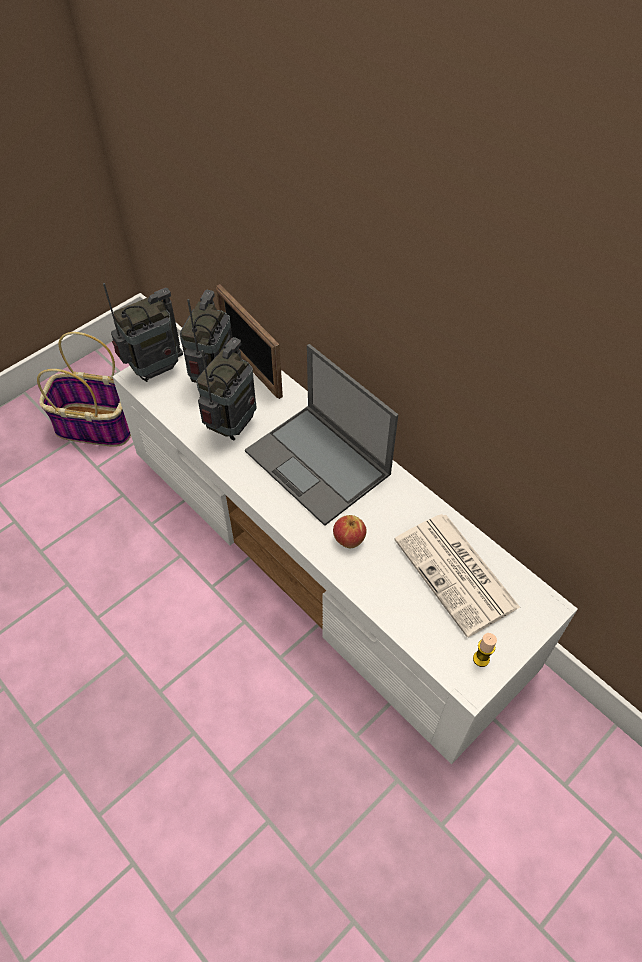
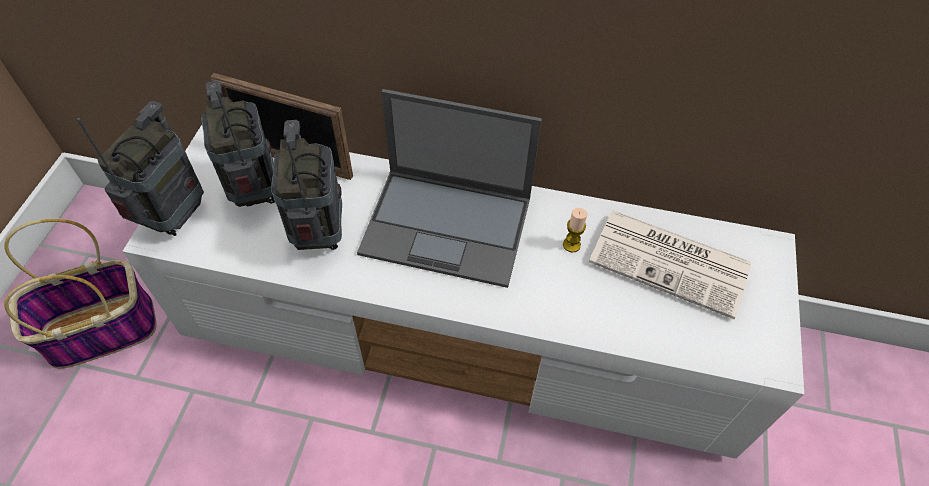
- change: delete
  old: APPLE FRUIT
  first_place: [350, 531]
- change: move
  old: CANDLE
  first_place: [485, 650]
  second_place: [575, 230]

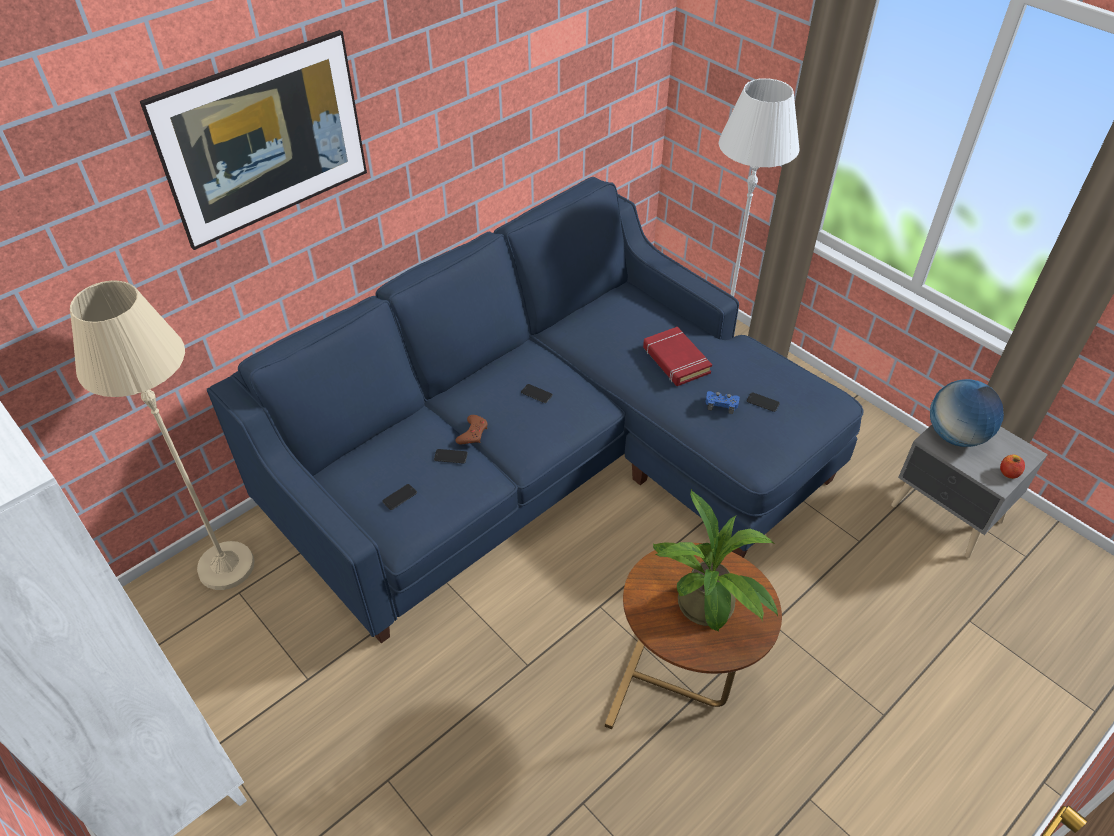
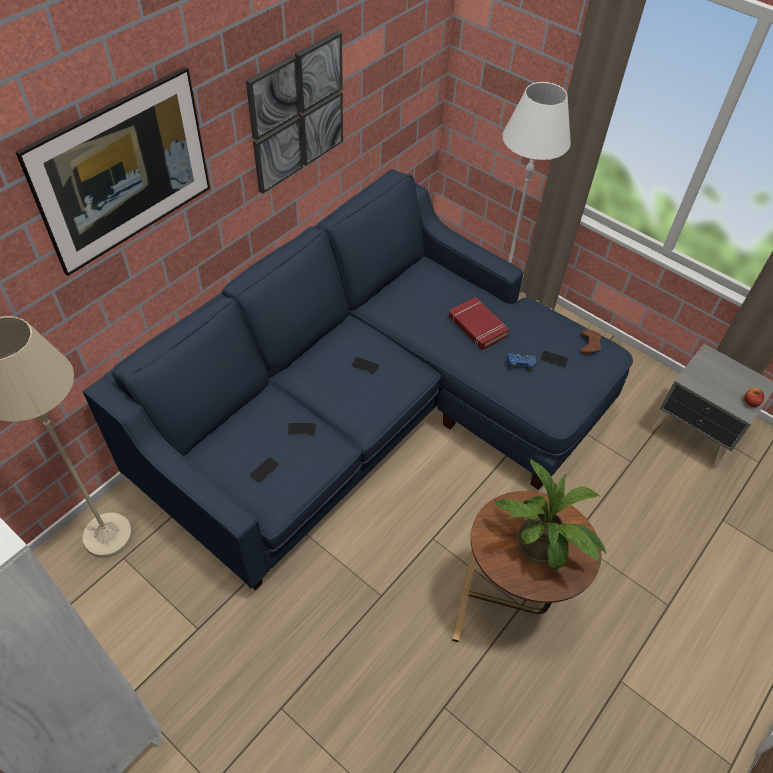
- change: move
  old: BROWN JOYPAD
  first_place: [471, 429]
  second_place: [591, 342]
- change: delete
  old: WORLD GLOBE
  first_place: [967, 413]
- change: insert
  new: WALL ART
  second_place: [294, 112]

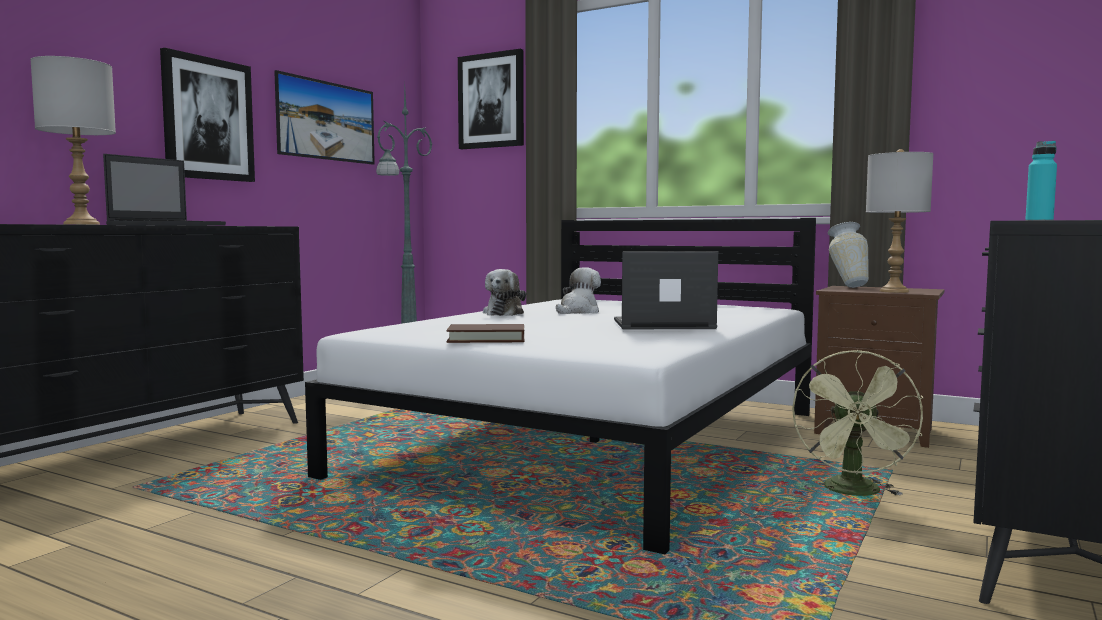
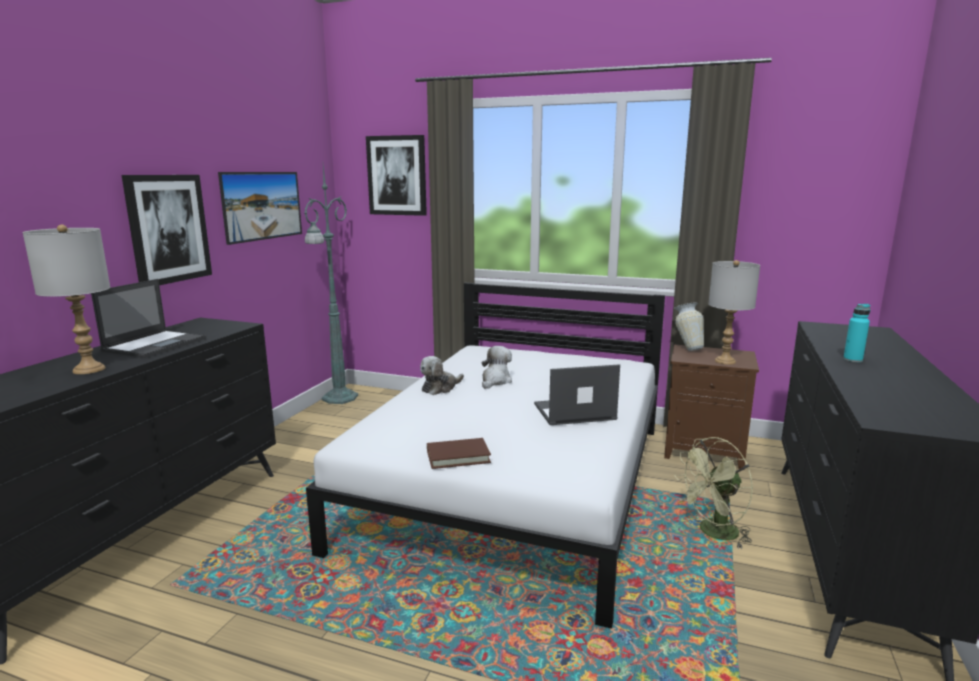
- change: rotate
  old: PLUSH TOY
  first_place: [504, 292]
  second_place: [442, 375]
  degrees: 45
- change: rotate
  old: GREEN-COLOURED FAN
  first_place: [857, 423]
  second_place: [713, 493]
  degrees: 60

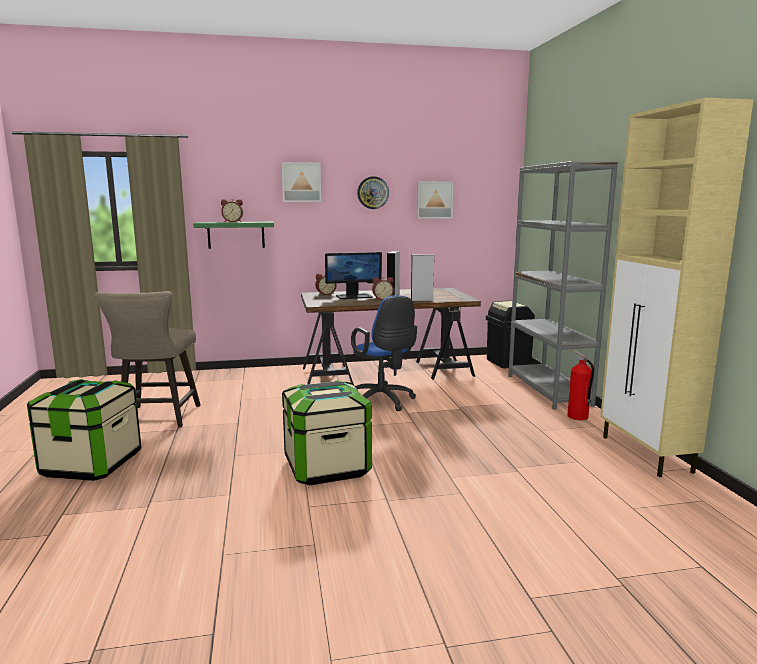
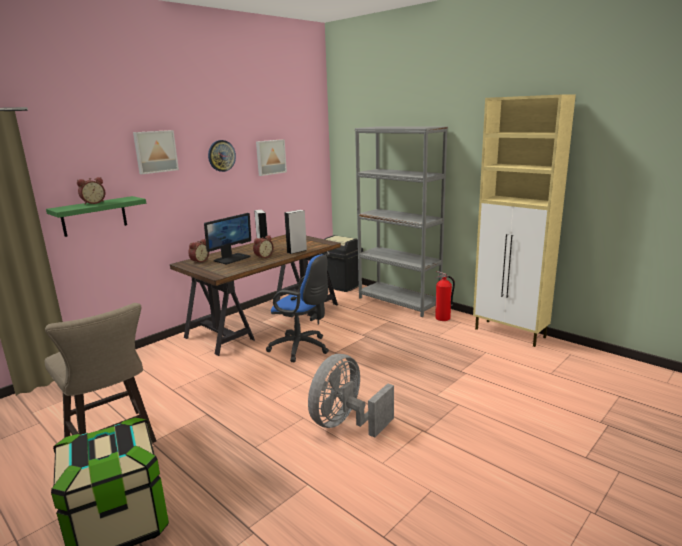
- change: replace
  old: STORAGE BOX
  new: GREYISH FAN
  first_place: [327, 432]
  second_place: [351, 396]

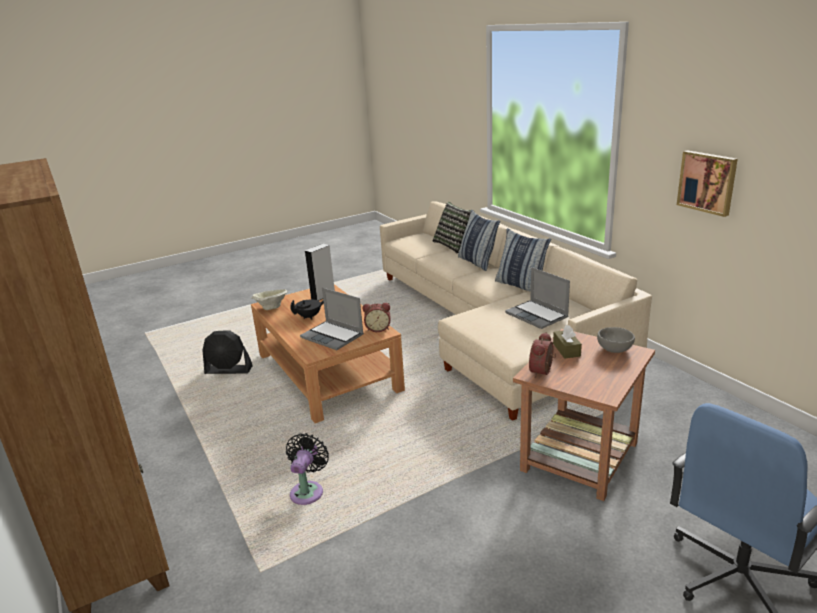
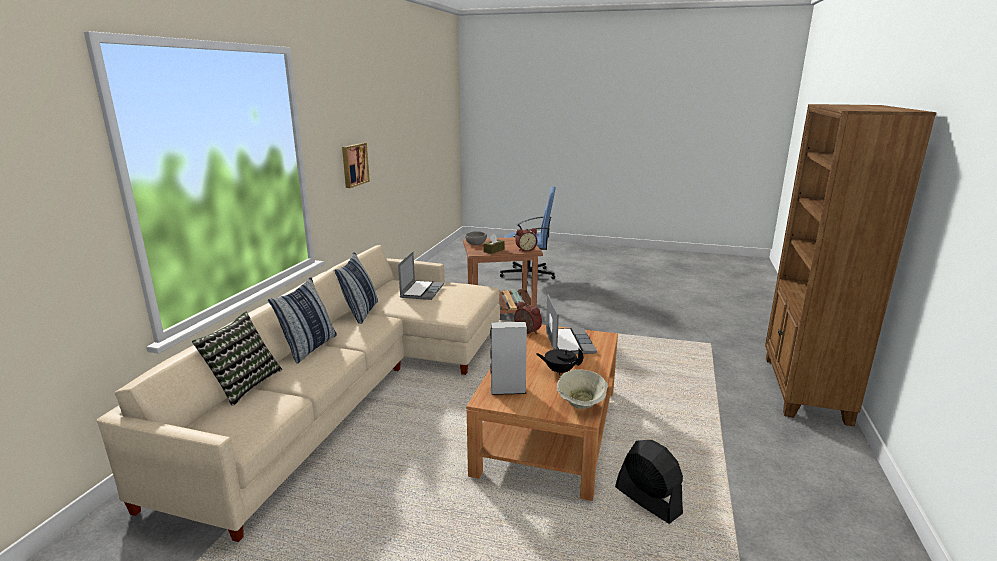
- change: delete
  old: BLACK FAN
  first_place: [307, 469]

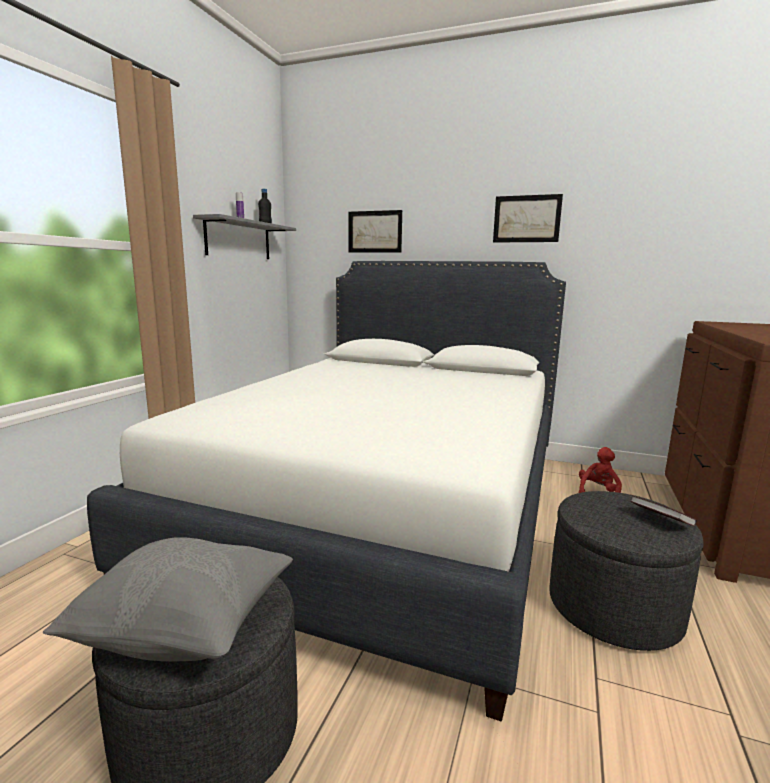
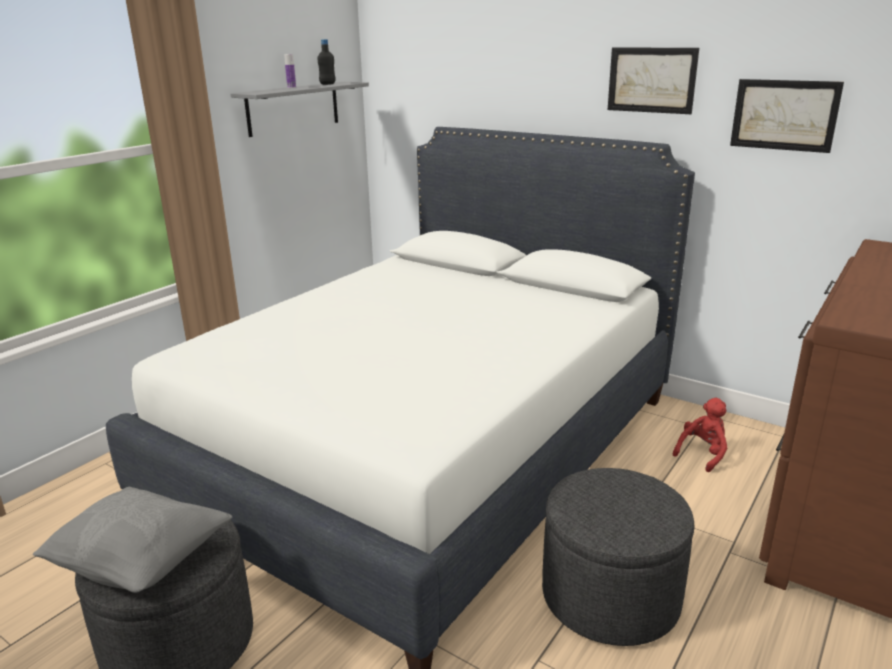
- change: move
  old: WALL ART
  first_place: [375, 231]
  second_place: [787, 116]
- change: delete
  old: VOLUME
  first_place: [664, 511]

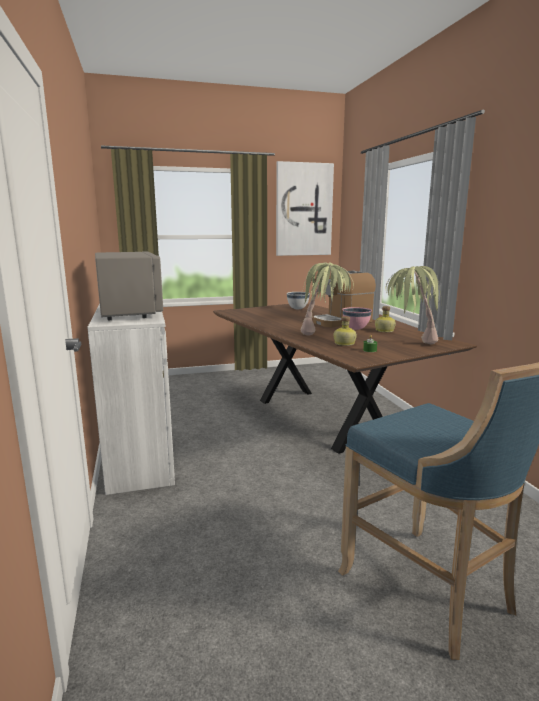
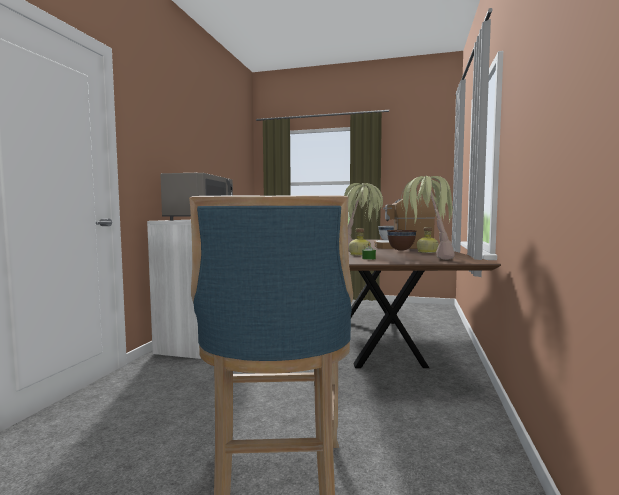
- change: delete
  old: WALL ART
  first_place: [305, 208]
- change: recolor
  old: PINK-COLOURED BOWL
  new: BROWN BOWL
  first_place: [357, 318]
  second_place: [401, 240]

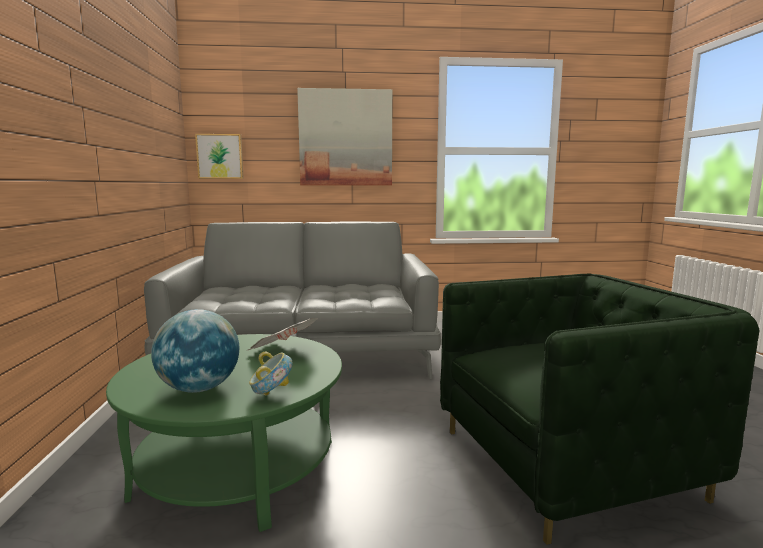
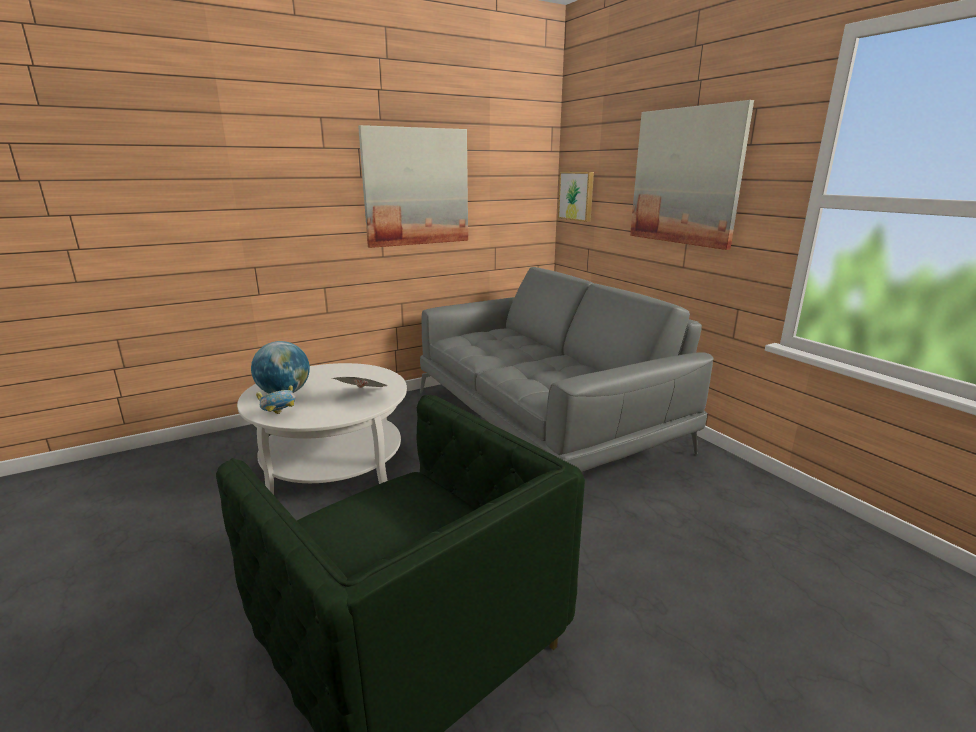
- change: recolor
  old: GREEN-COLOURED COFFEE TABLE
  new: WHITE COFFEE TABLE
  first_place: [224, 433]
  second_place: [322, 429]
- change: insert
  new: WALL ART
  second_place: [413, 186]

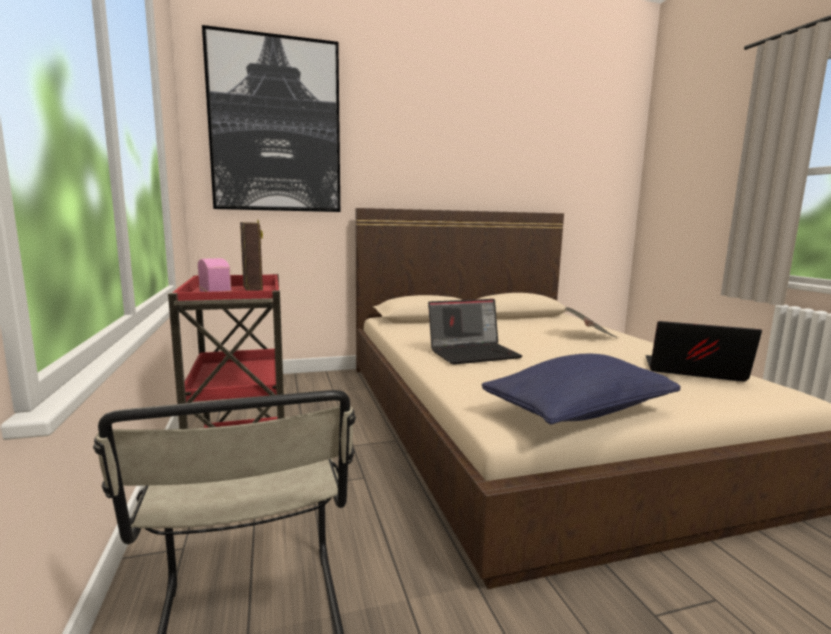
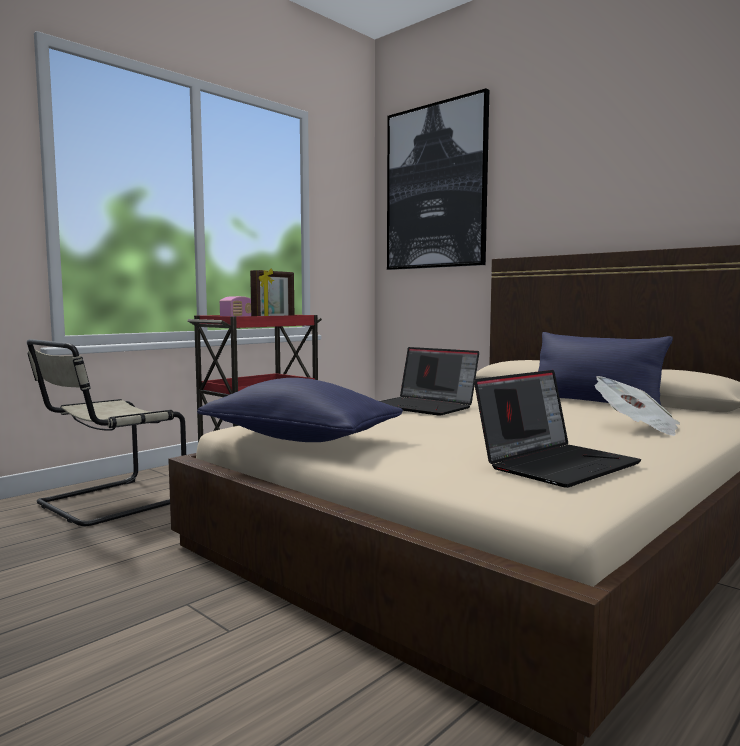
- change: rotate
  old: NOTEBOOK COMPUTER
  first_place: [704, 351]
  second_place: [557, 429]
  degrees: 60
- change: insert
  new: BLUISH THROW PILLOW
  second_place: [605, 368]

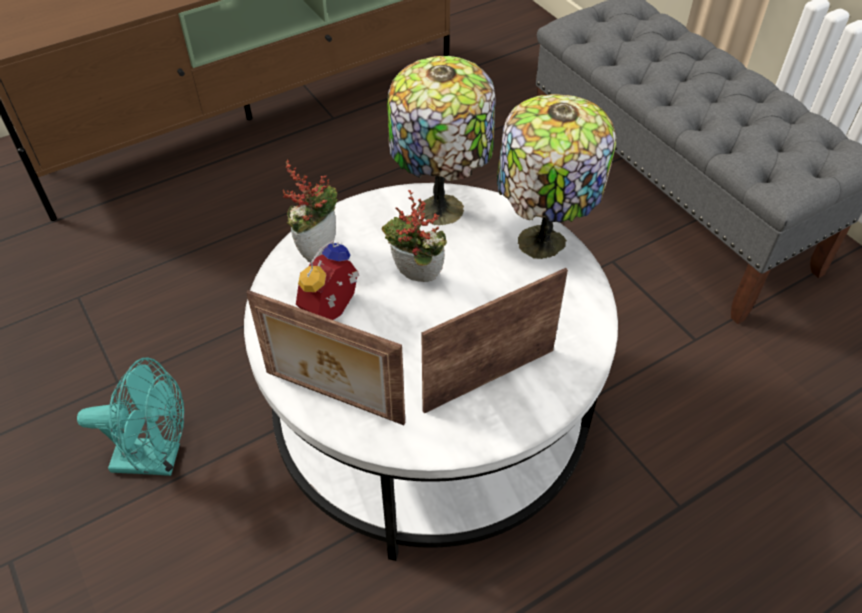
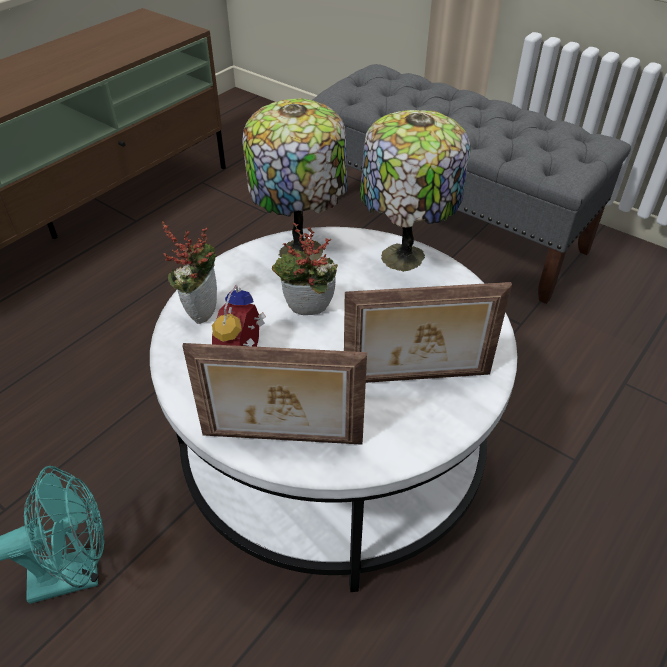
- change: rotate
  old: STANDING FRAME
  first_place: [494, 341]
  second_place: [428, 332]
  degrees: -135

